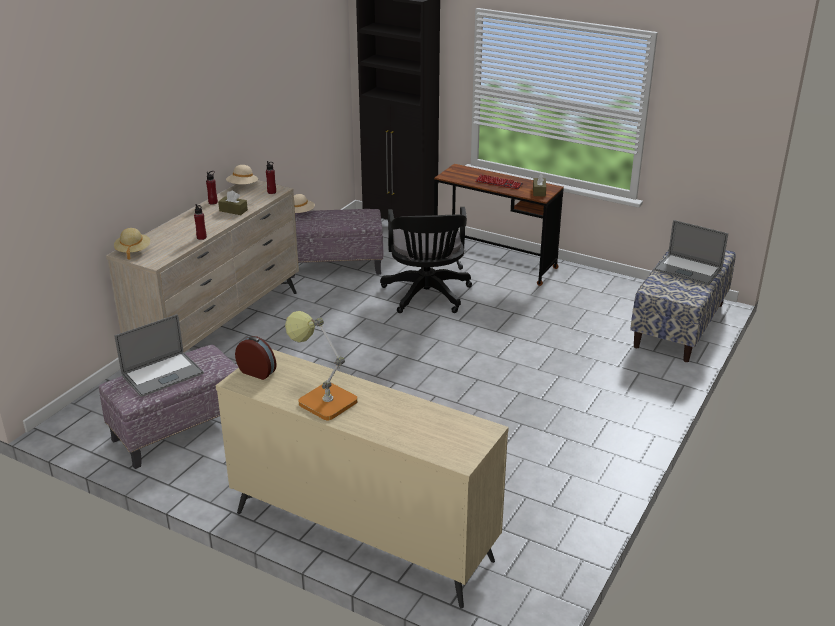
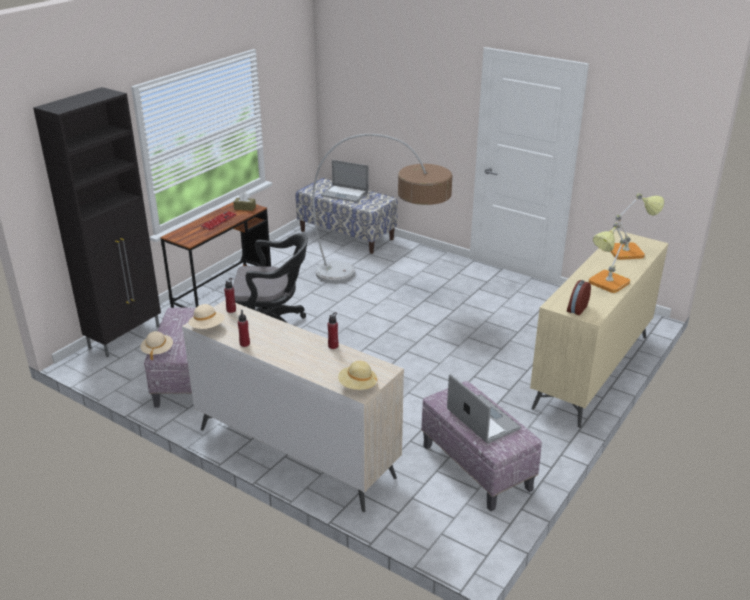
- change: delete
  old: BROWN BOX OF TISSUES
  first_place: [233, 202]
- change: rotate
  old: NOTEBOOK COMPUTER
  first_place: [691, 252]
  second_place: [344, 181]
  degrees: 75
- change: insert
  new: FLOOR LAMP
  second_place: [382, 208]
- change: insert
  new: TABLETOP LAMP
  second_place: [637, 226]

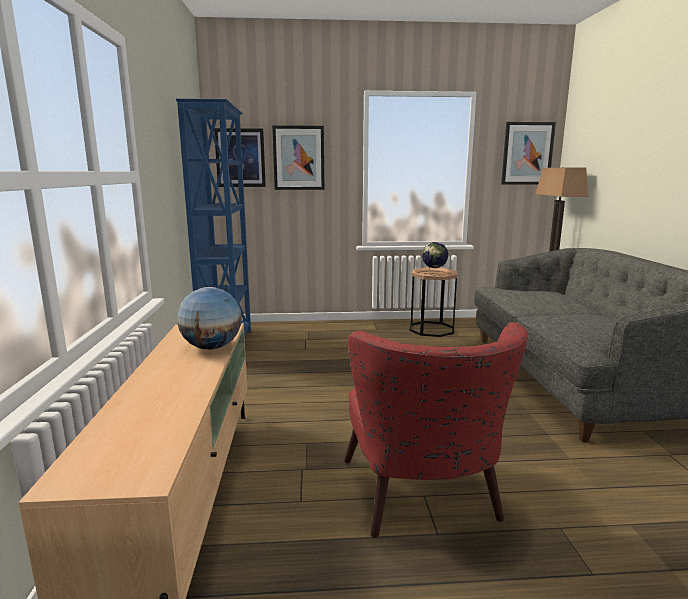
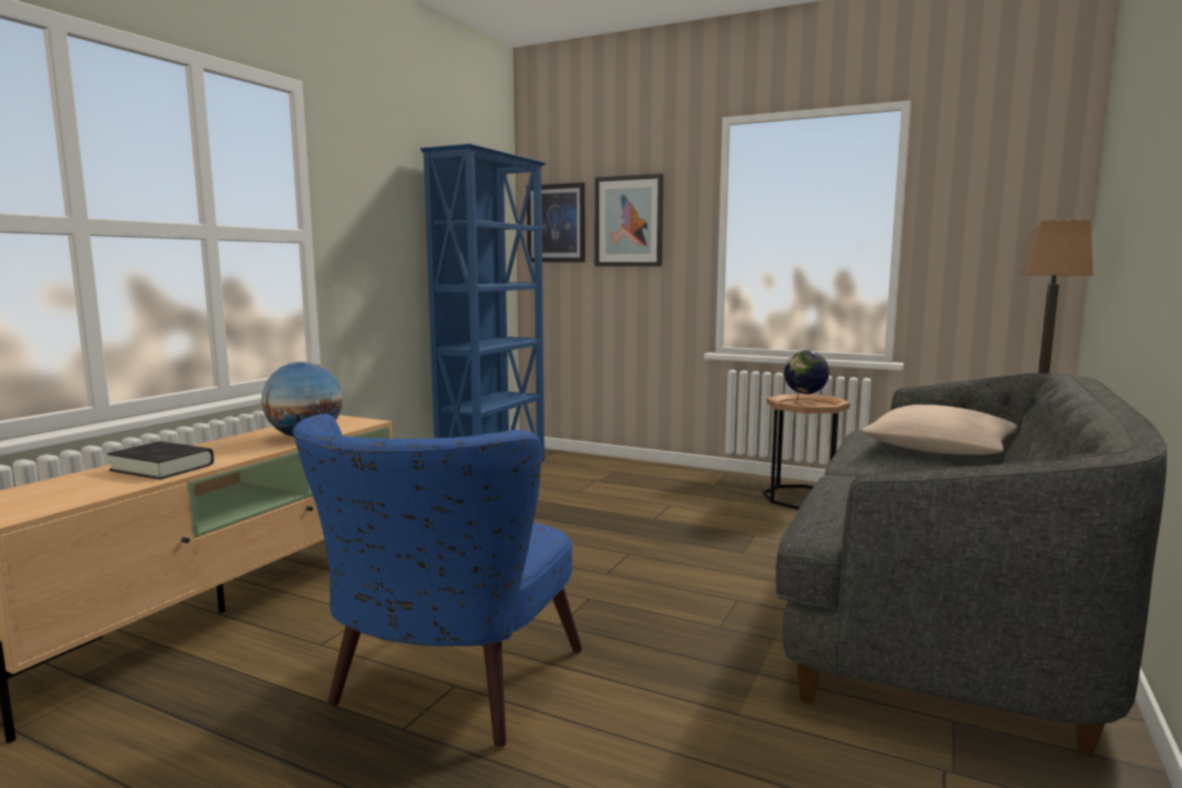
- change: recolor
  old: RED EASY CHAIR
  new: BLUISH EASY CHAIR
  first_place: [436, 430]
  second_place: [437, 580]
- change: delete
  old: WALL ART
  first_place: [528, 153]
- change: insert
  new: BLACK VOLUME
  second_place: [160, 460]
- change: insert
  new: BEIGE THROW PILLOW
  second_place: [940, 430]

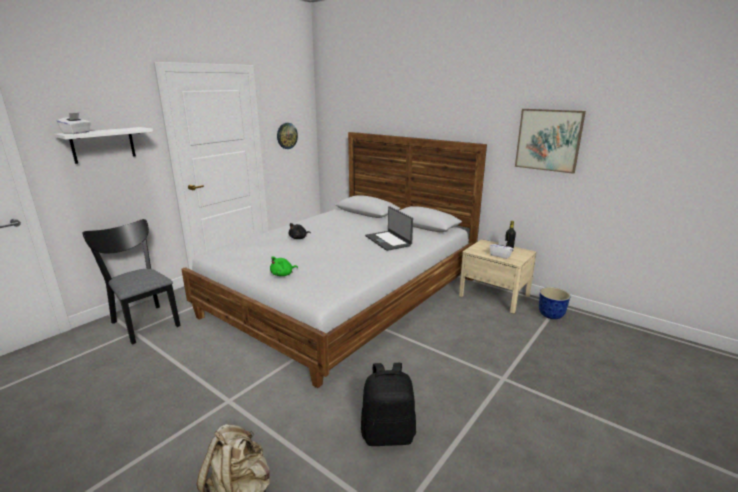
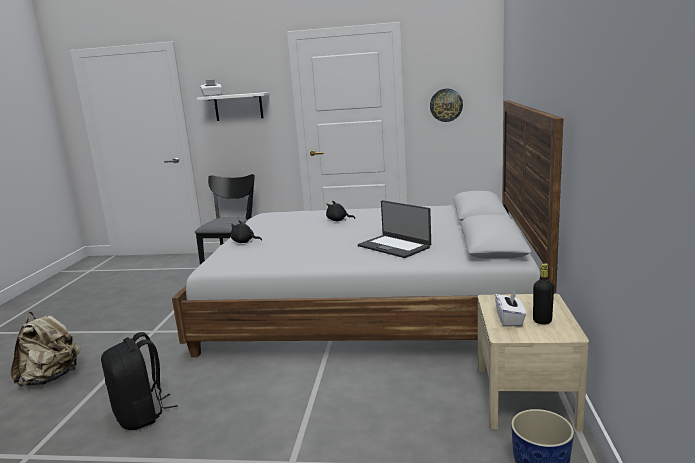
- change: recolor
  old: GREEN-COLOURED PLUSH TOY
  new: BLACK PLUSH TOY
  first_place: [284, 266]
  second_place: [246, 231]
- change: rotate
  old: NOTEBOOK COMPUTER
  first_place: [389, 228]
  second_place: [394, 229]
  degrees: -75
- change: delete
  old: WALL ART
  first_place: [550, 141]

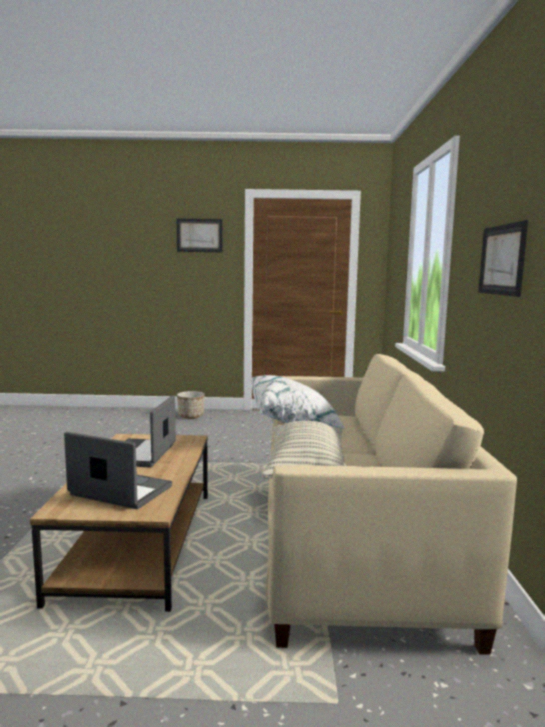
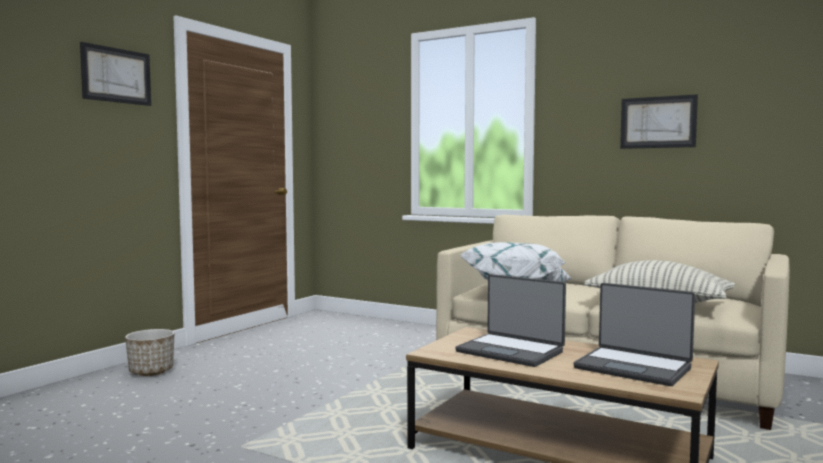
- change: rotate
  old: NOTEBOOK COMPUTER
  first_place: [118, 470]
  second_place: [634, 334]
  degrees: -105

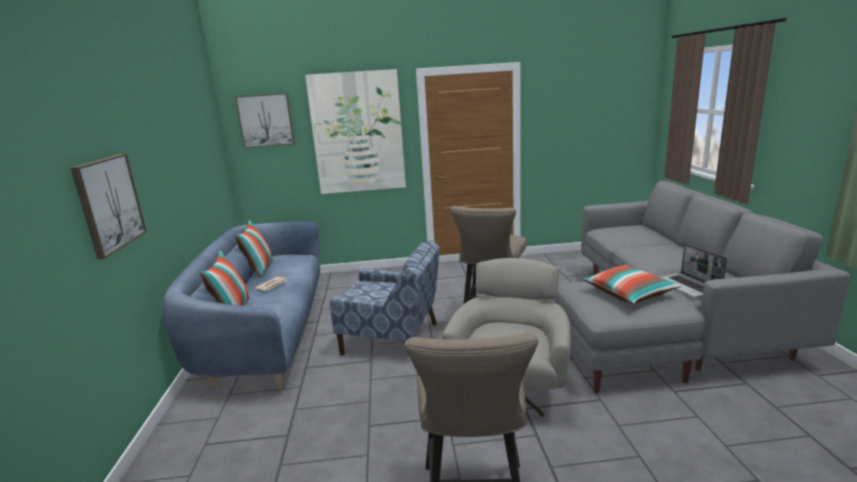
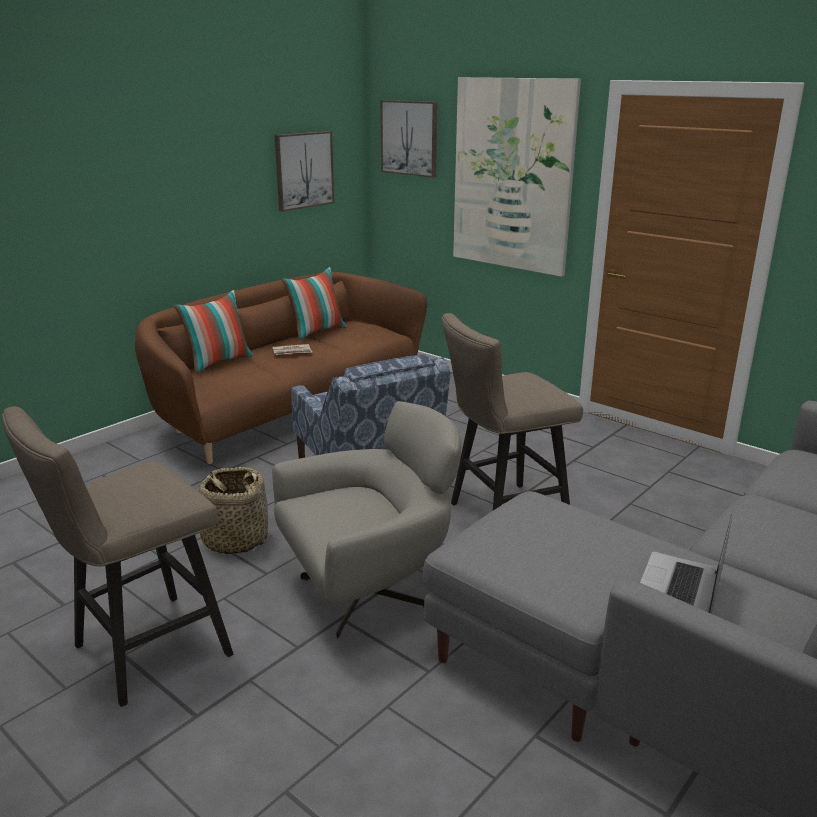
- change: move
  old: WALL ART
  first_place: [109, 206]
  second_place: [304, 171]
- change: recolor
  old: BLUISH SOFA
  new: BROWN SOFA
  first_place: [241, 306]
  second_place: [281, 368]
- change: delete
  old: THROW PILLOW
  first_place: [631, 284]
- change: insert
  new: HOUSEHOLD BASKET
  second_place: [233, 510]

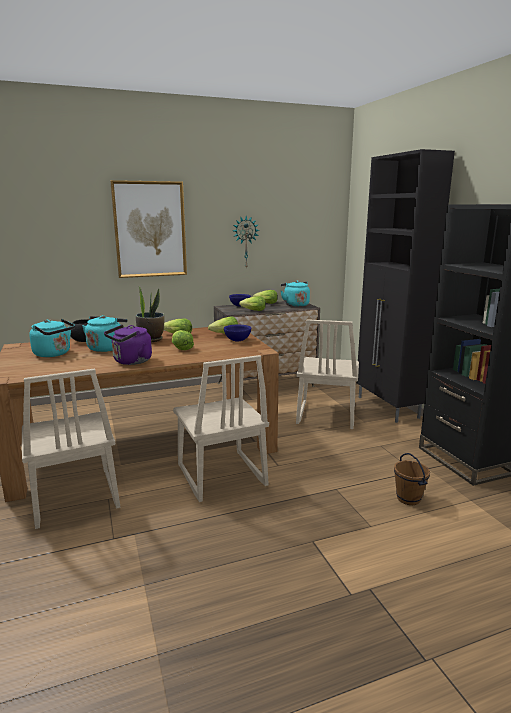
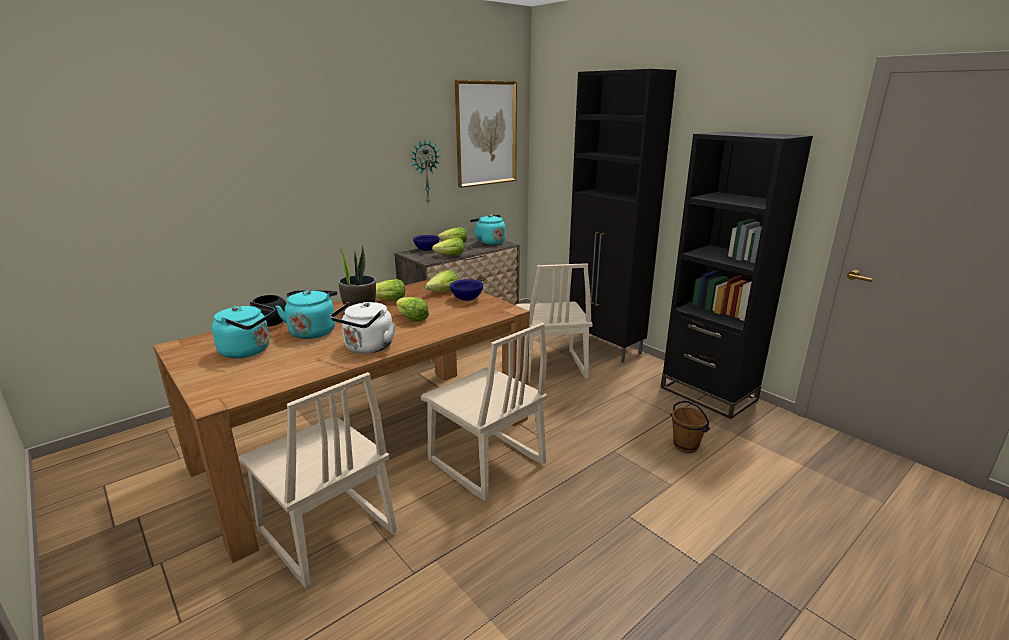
- change: recolor
  old: PURPLISH TEA KETTLE
  new: WHITE TEA KETTLE
  first_place: [128, 345]
  second_place: [363, 328]
- change: move
  old: WALL ART
  first_place: [148, 229]
  second_place: [486, 134]

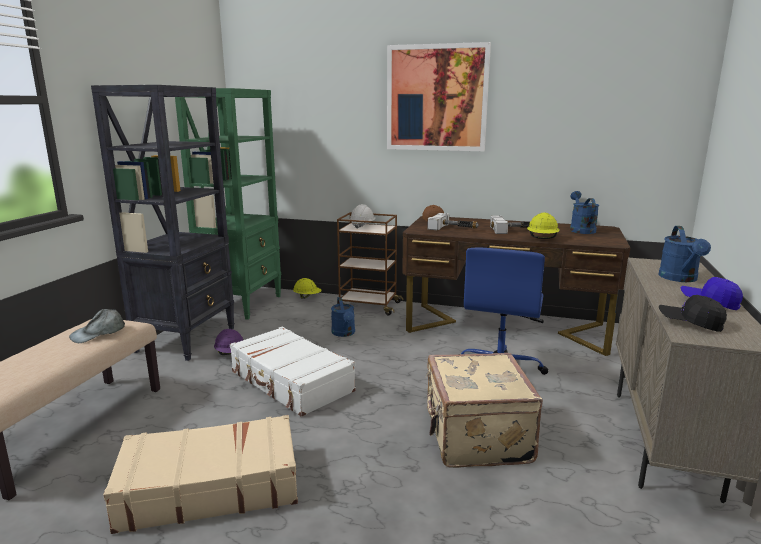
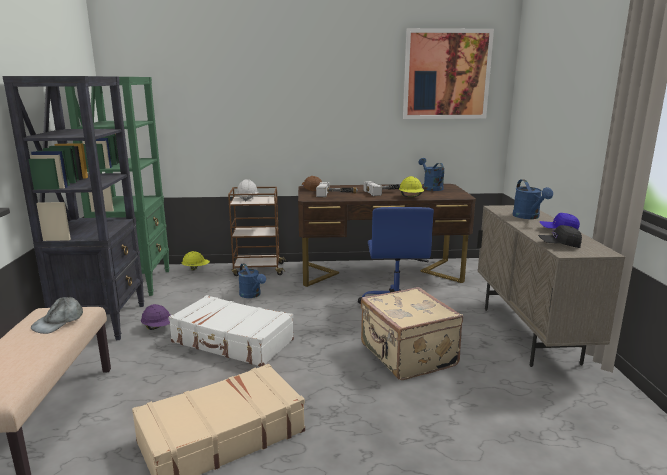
- change: move
  old: WALL ART
  first_place: [439, 96]
  second_place: [448, 73]

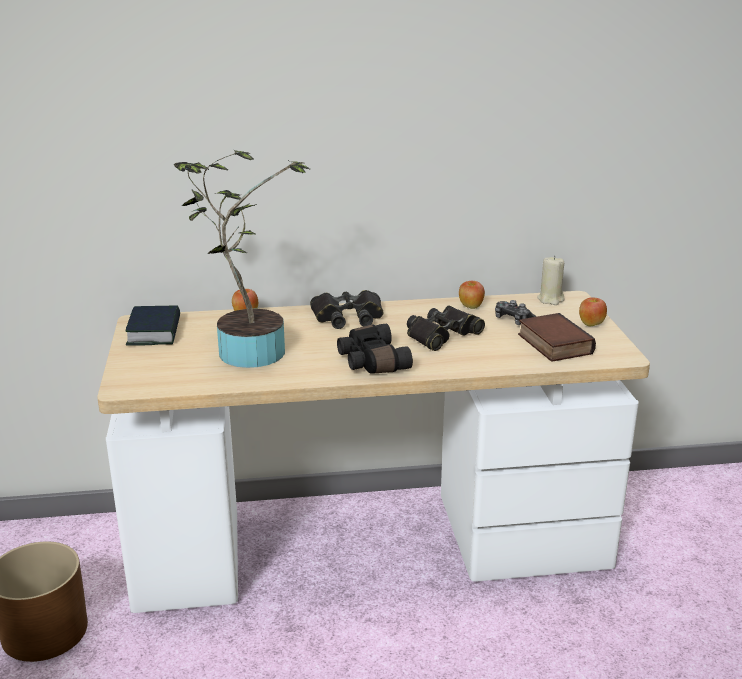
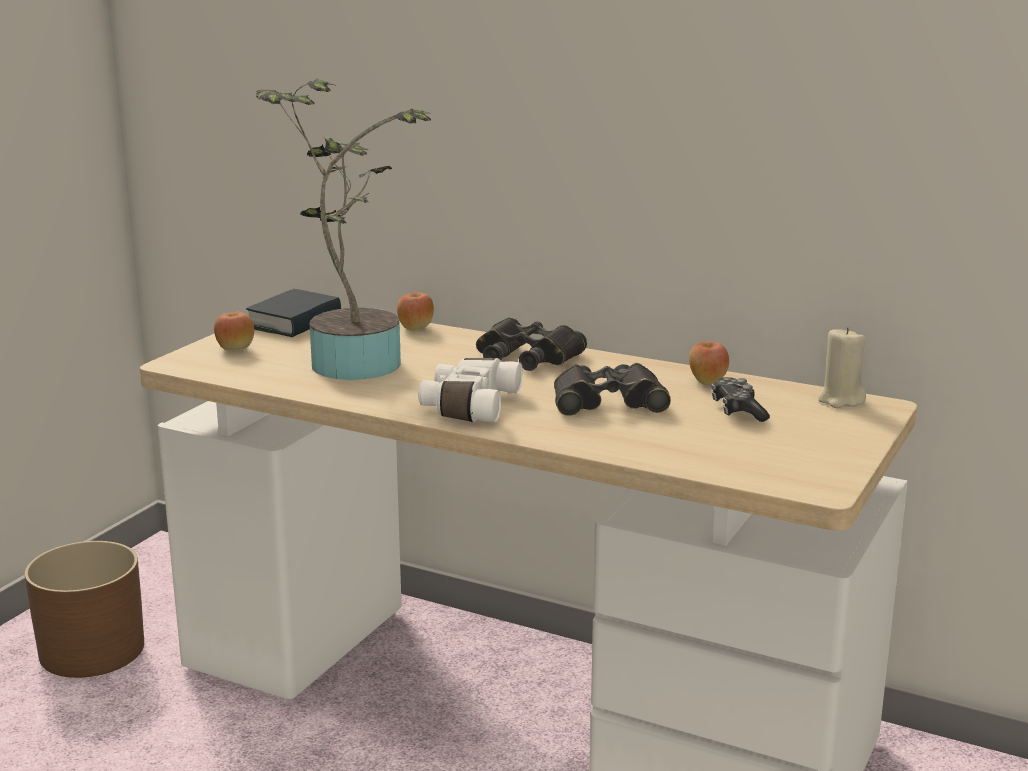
- change: recolor
  old: BLACK BINOCULARS
  new: WHITE BINOCULARS
  first_place: [375, 349]
  second_place: [471, 390]
- change: delete
  old: VOLUME
  first_place: [557, 337]
- change: move
  old: APPLE FRUIT
  first_place: [593, 312]
  second_place: [234, 331]

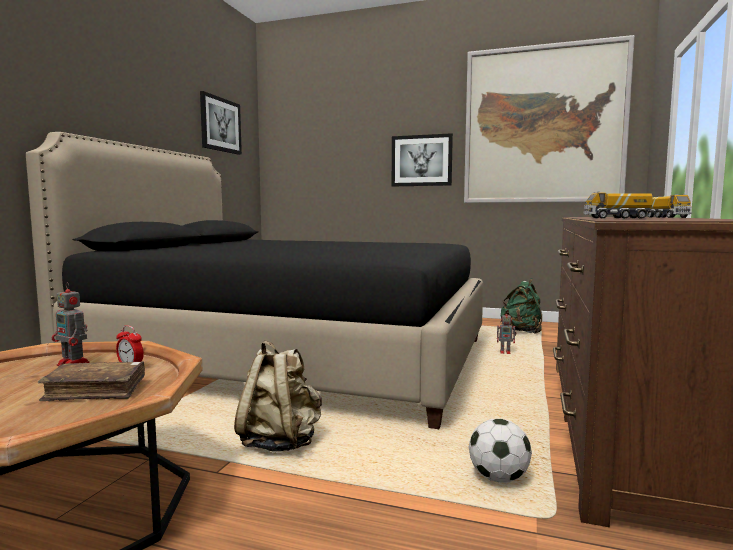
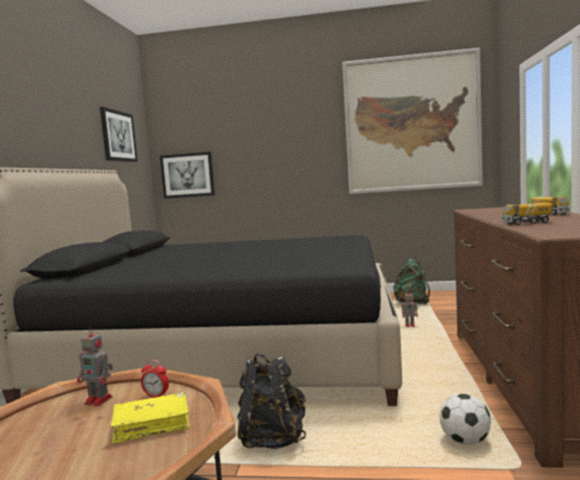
- change: recolor
  old: BROWN VOLUME
  new: YELLOW-COLOURED VOLUME
  first_place: [91, 381]
  second_place: [150, 418]
- change: recolor
  old: BEIGE RUCKSACK
  new: BLACK RUCKSACK
  first_place: [278, 396]
  second_place: [271, 401]
- change: move
  old: WALL ART
  first_place: [422, 159]
  second_place: [187, 175]

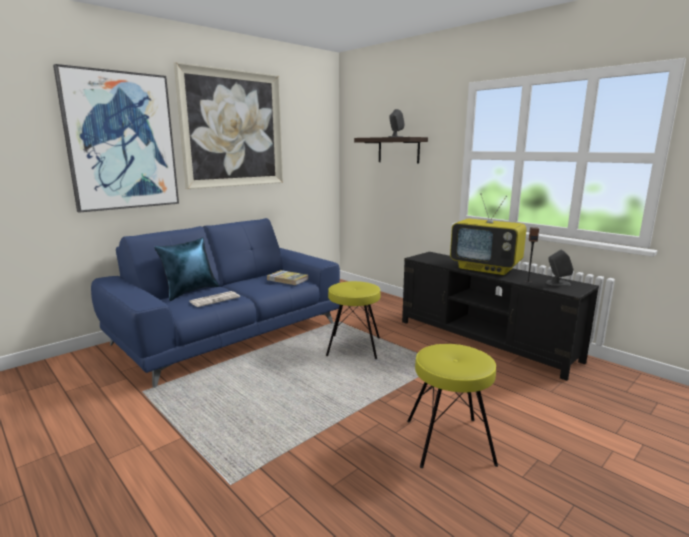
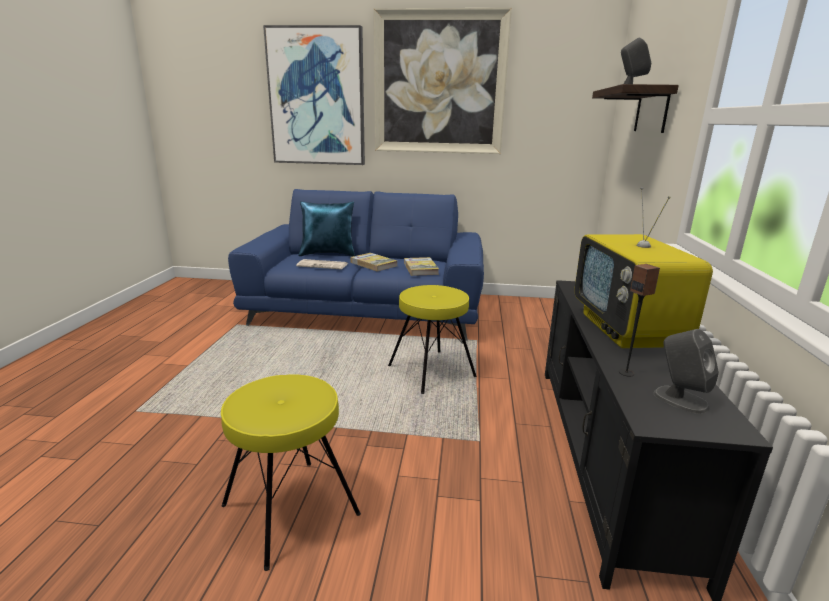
- change: insert
  new: VOLUME
  second_place: [373, 262]

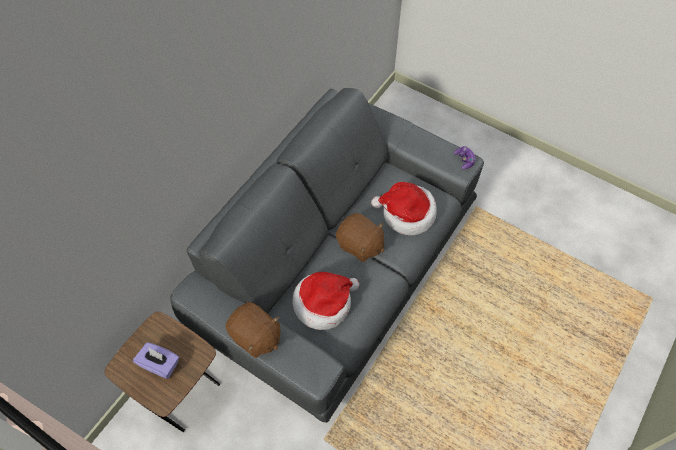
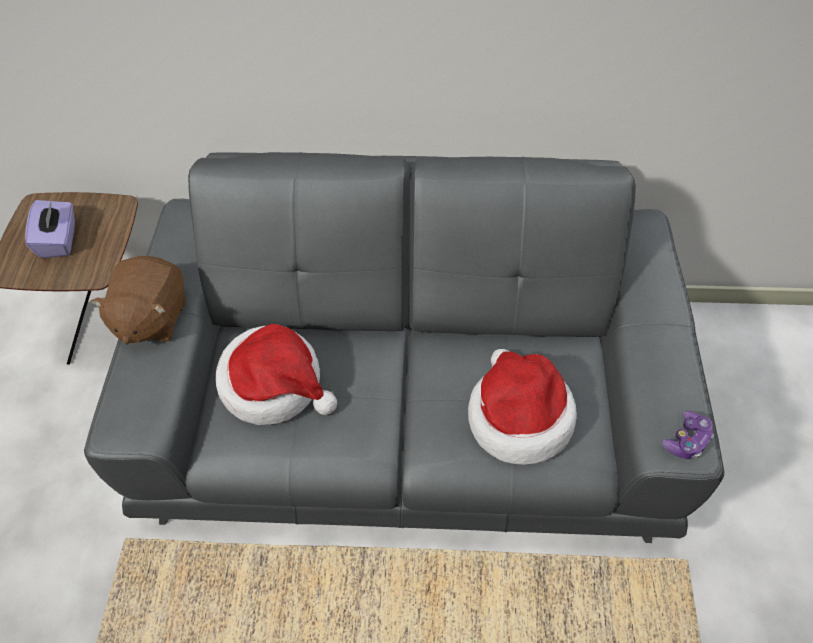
- change: delete
  old: BROWN PLUSH TOY
  first_place: [360, 237]

